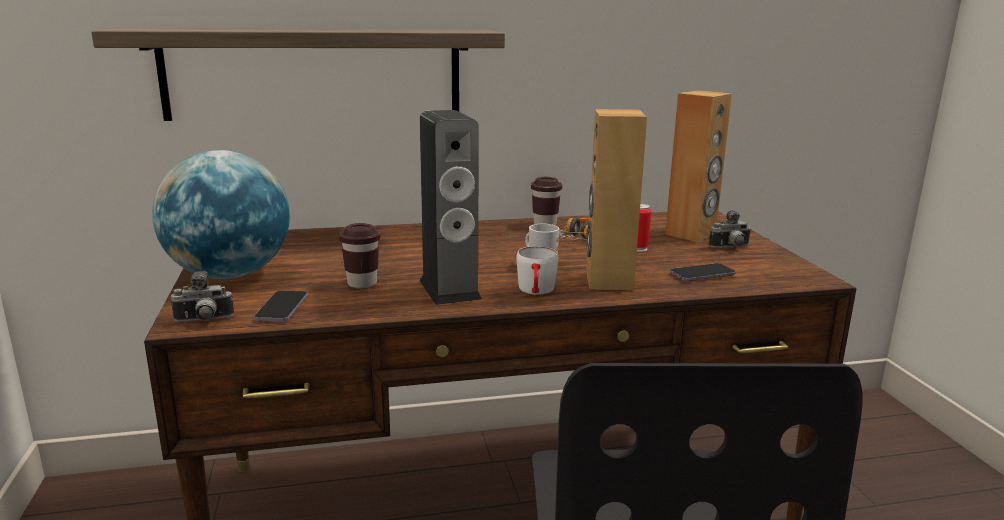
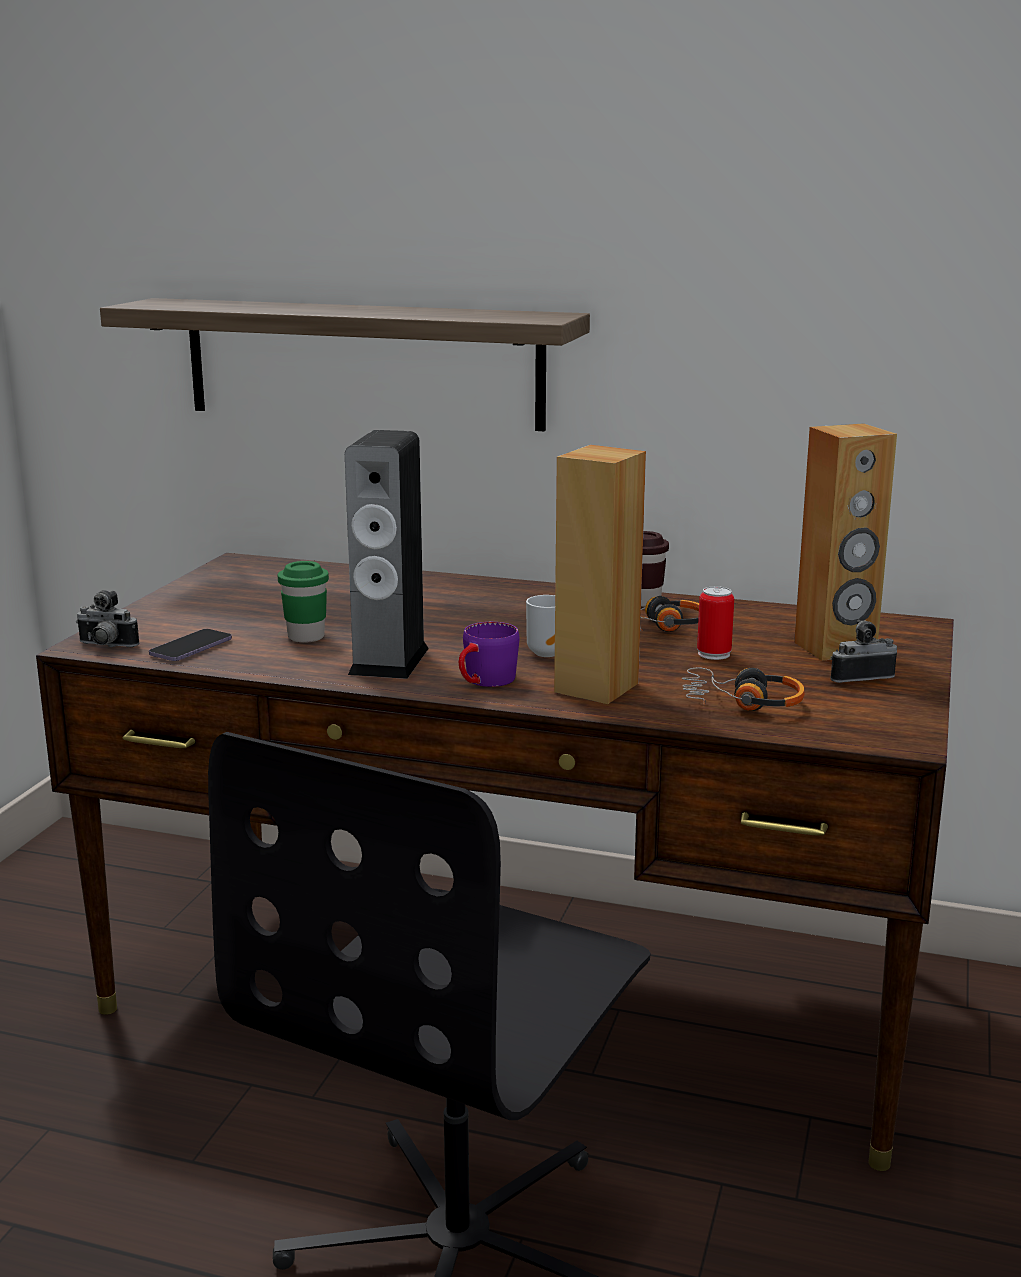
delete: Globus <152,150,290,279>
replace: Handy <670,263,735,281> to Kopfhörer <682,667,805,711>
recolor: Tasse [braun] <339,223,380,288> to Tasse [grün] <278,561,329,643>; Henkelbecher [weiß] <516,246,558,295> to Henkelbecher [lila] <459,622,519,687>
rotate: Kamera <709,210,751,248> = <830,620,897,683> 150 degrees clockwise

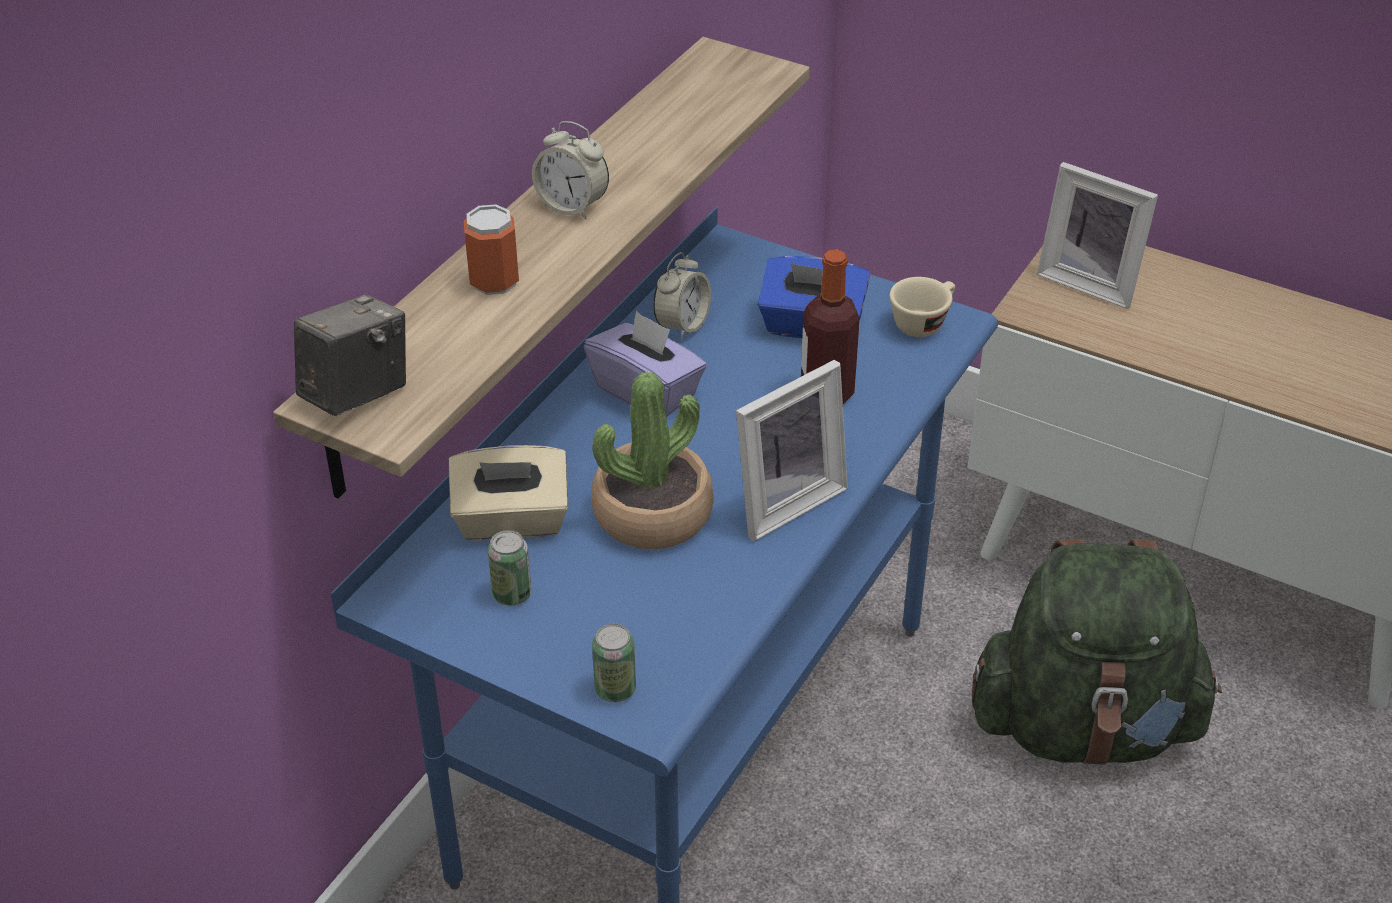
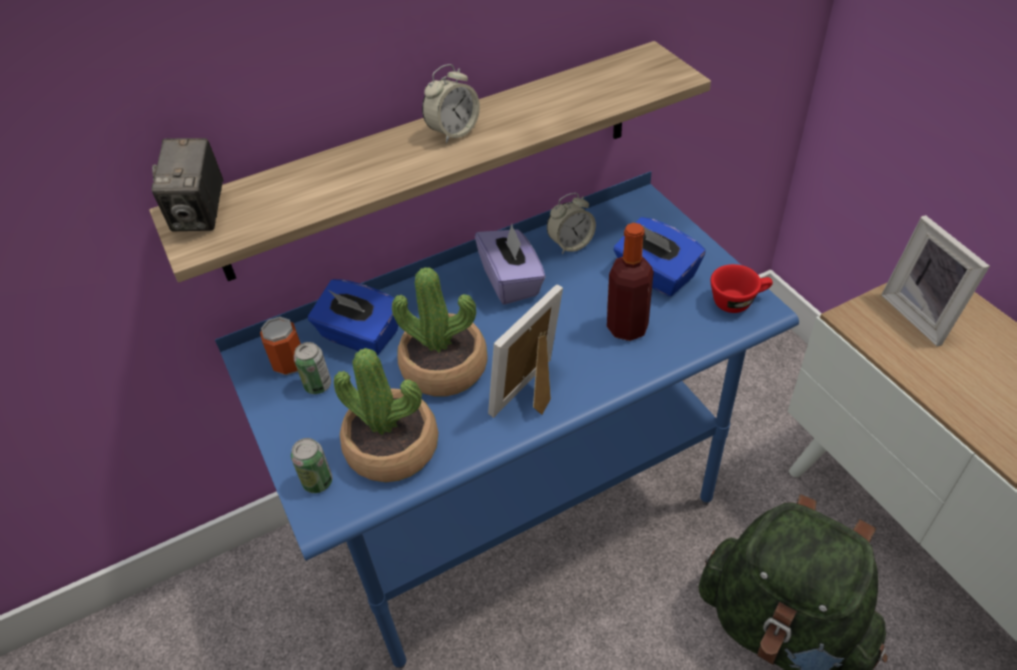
insert: Topfpflanze <334,348,438,482>
move: Dose <464,204,519,295> to <260,317,301,375>
recolor: Taschentuchbox [beige] <449,445,568,541> to Taschentuchbox [blau] <308,279,398,356>; Tasse [beige] <890,277,955,337> to Tasse [rot] <711,264,773,313>
rotate: Kamera <294,294,406,416> = <152,138,224,231> 105 degrees clockwise; Wecker <532,121,609,219> = <422,64,480,144> 105 degrees counterclockwise; Bilderrahmen <736,360,848,541> = <488,285,563,418> 135 degrees clockwise

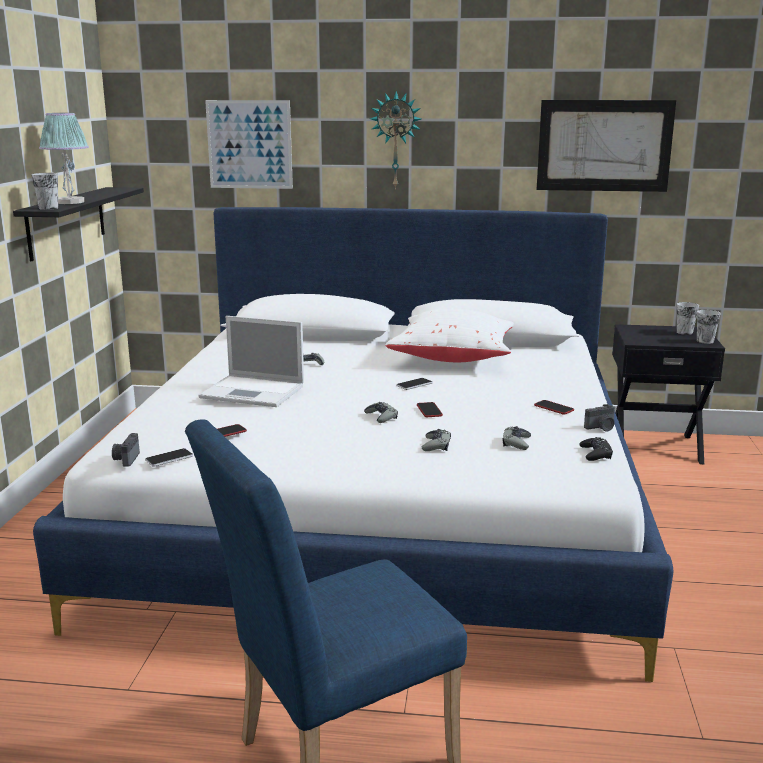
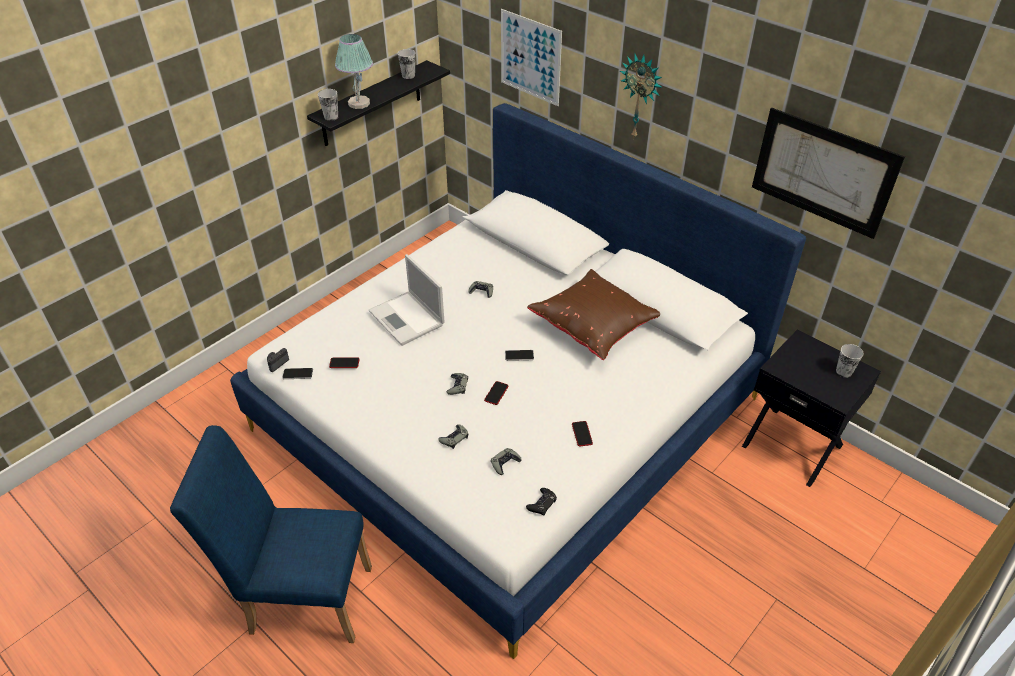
delete: Kamera <584,404,615,431>
move: Tasse <697,310,721,344> to <398,49,416,79>
recolor: Kissen [weiß] <385,309,514,362> to Kissen [braun] <527,269,660,360>

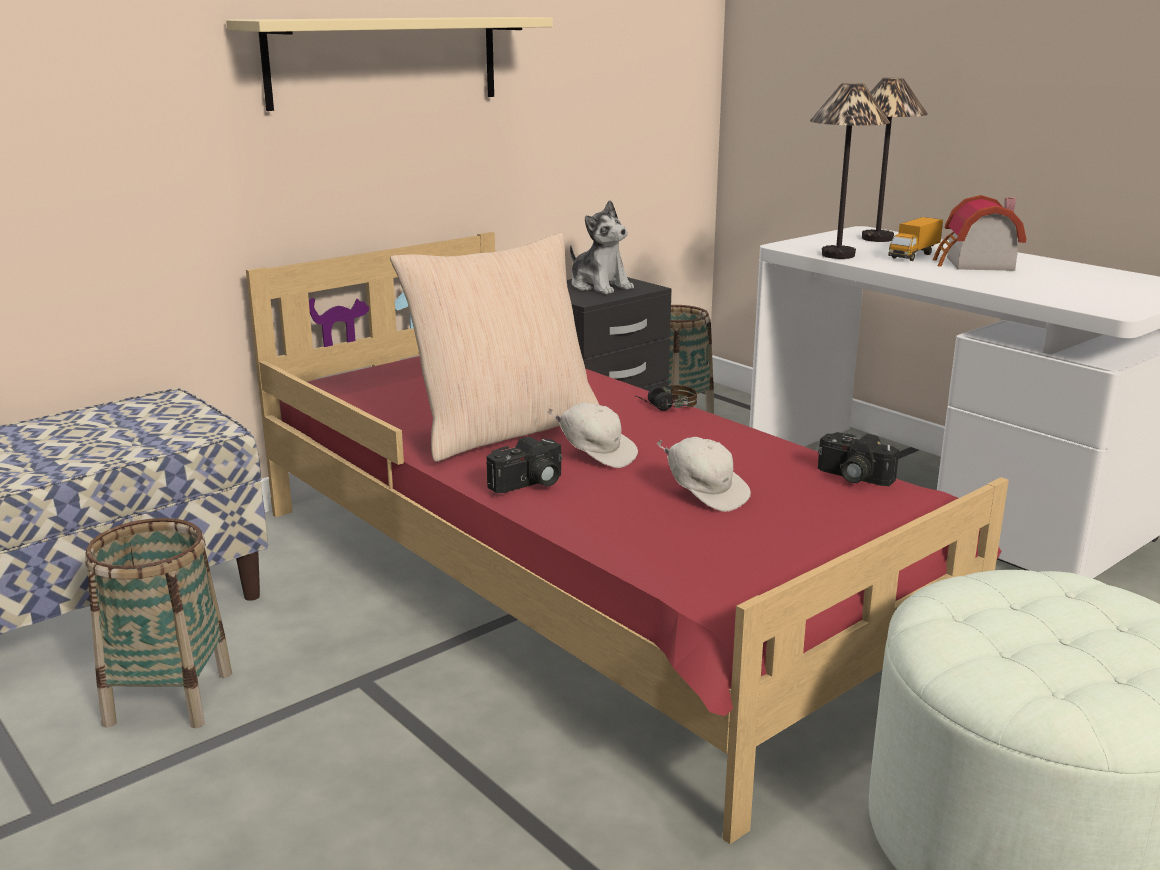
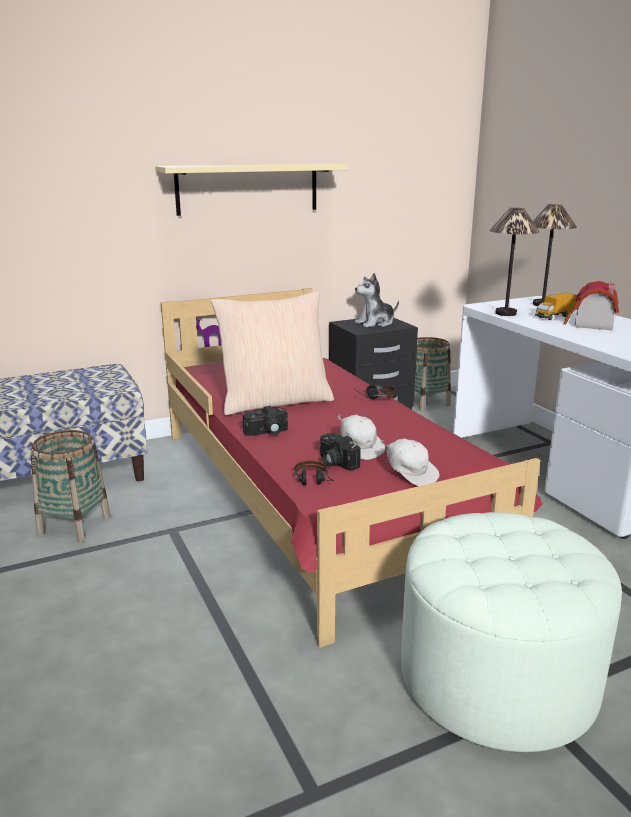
insert: Kopfhörer <294,461,334,485>
move: Kappe [weiß] <547,403,638,468> to <380,439,440,486>; Kamera <818,432,899,486> to <319,433,361,471>
rotate: Plüschtier <570,200,634,294> = <355,273,399,327> 90 degrees clockwise

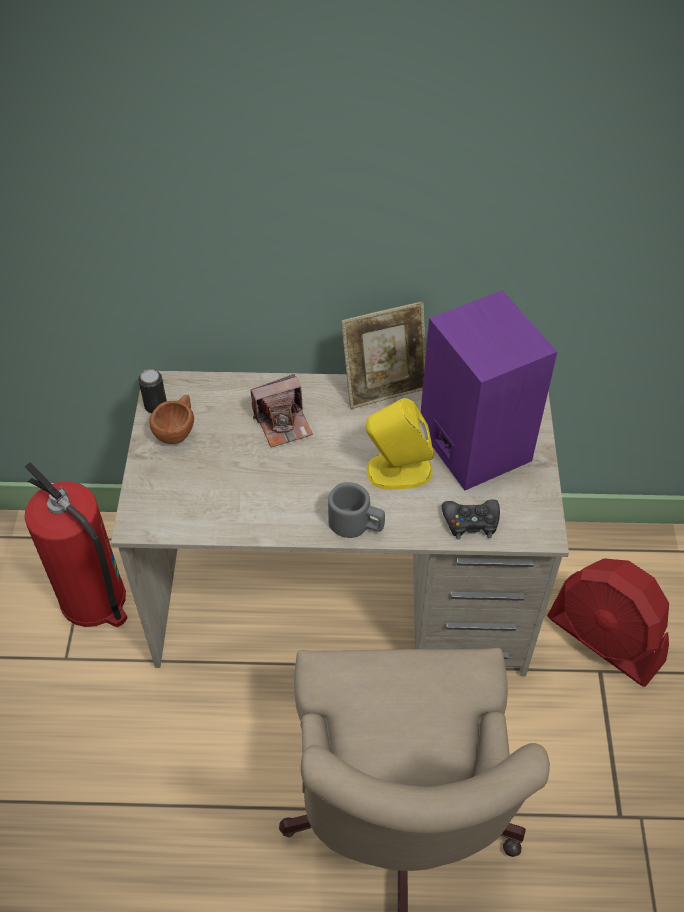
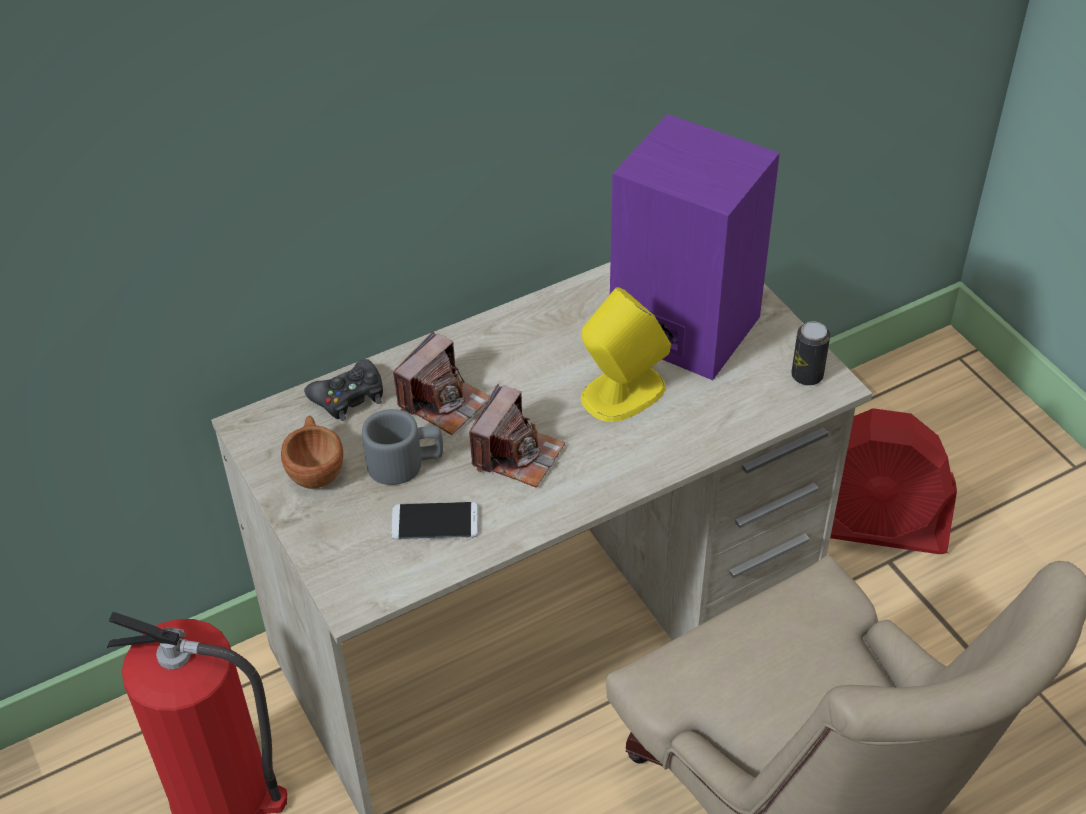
delete: Bilderrahmen <341,302,426,409>
insert: Handy <391,502,479,540>; Kamera <469,384,565,487>
move: Dose <138,369,167,413> to <791,321,830,385>; Henkelbecher [grau] <328,482,385,538> to <362,409,443,485>; Gamepad [schwarz] <442,499,500,539> to <304,359,383,421>

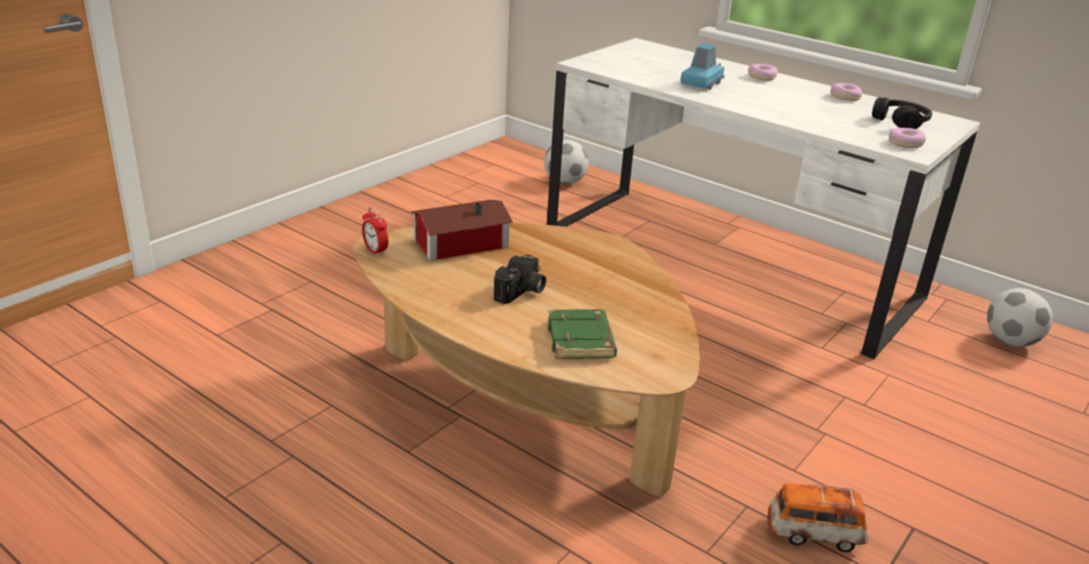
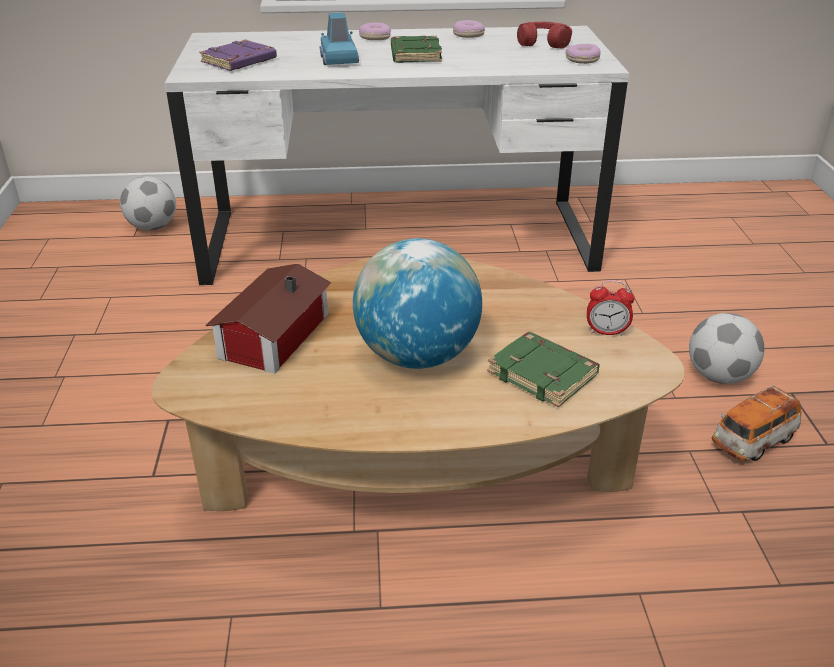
insert: Buch [lila] <200,40,277,71>; Buch [grün] <391,36,442,63>
move: Wecker <362,207,388,257> to <587,280,635,336>; Fußball <987,288,1053,347> to <689,313,764,384>
replace: Kamera <494,255,546,304> to Globus <353,238,482,369>
recolor: Kopfhörer [schwarz] <872,97,932,129> to Kopfhörer [rot] <517,22,572,48>

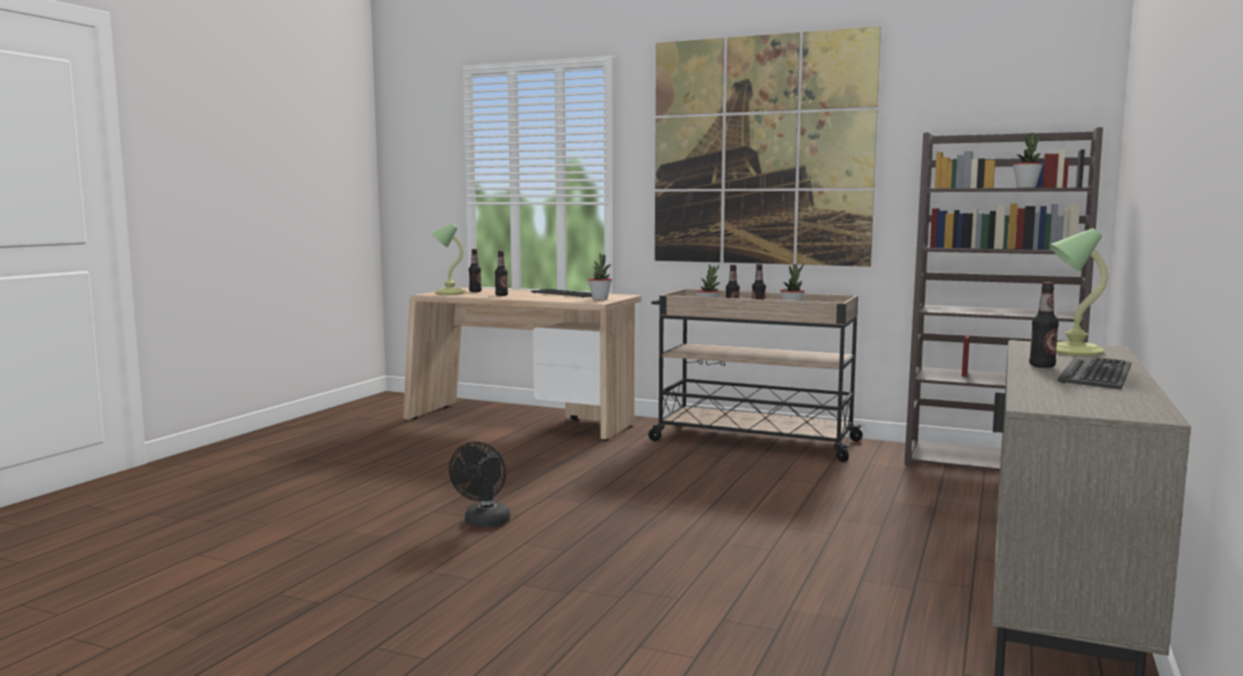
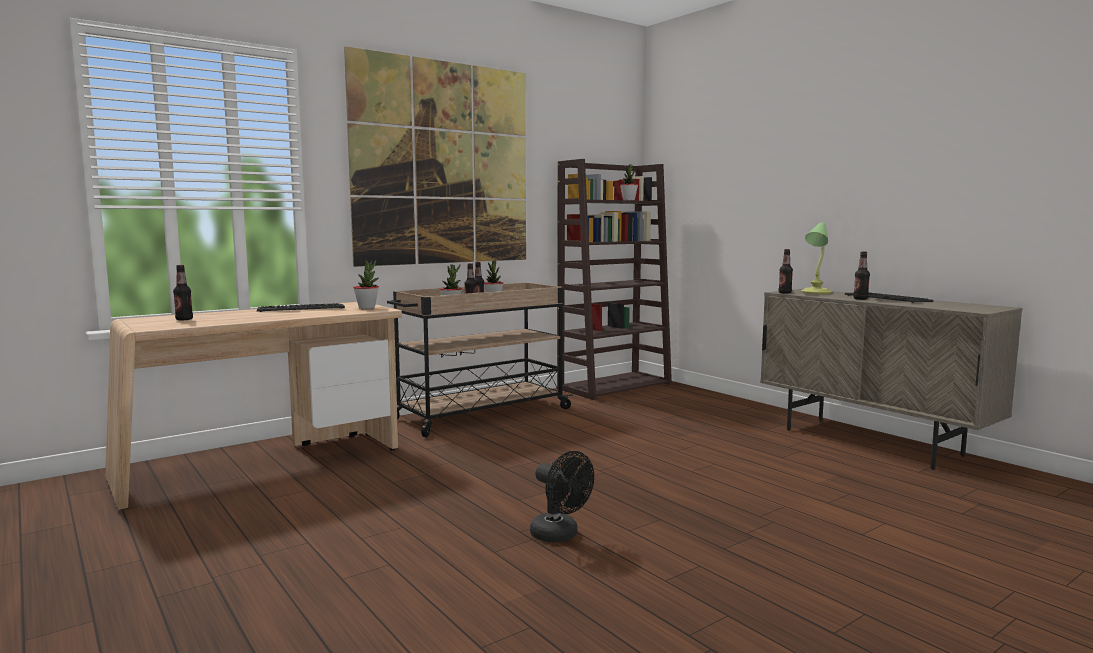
delete: Tischlampe <431,223,465,295>
move: Flasche <495,251,508,296> to <779,249,793,294>

